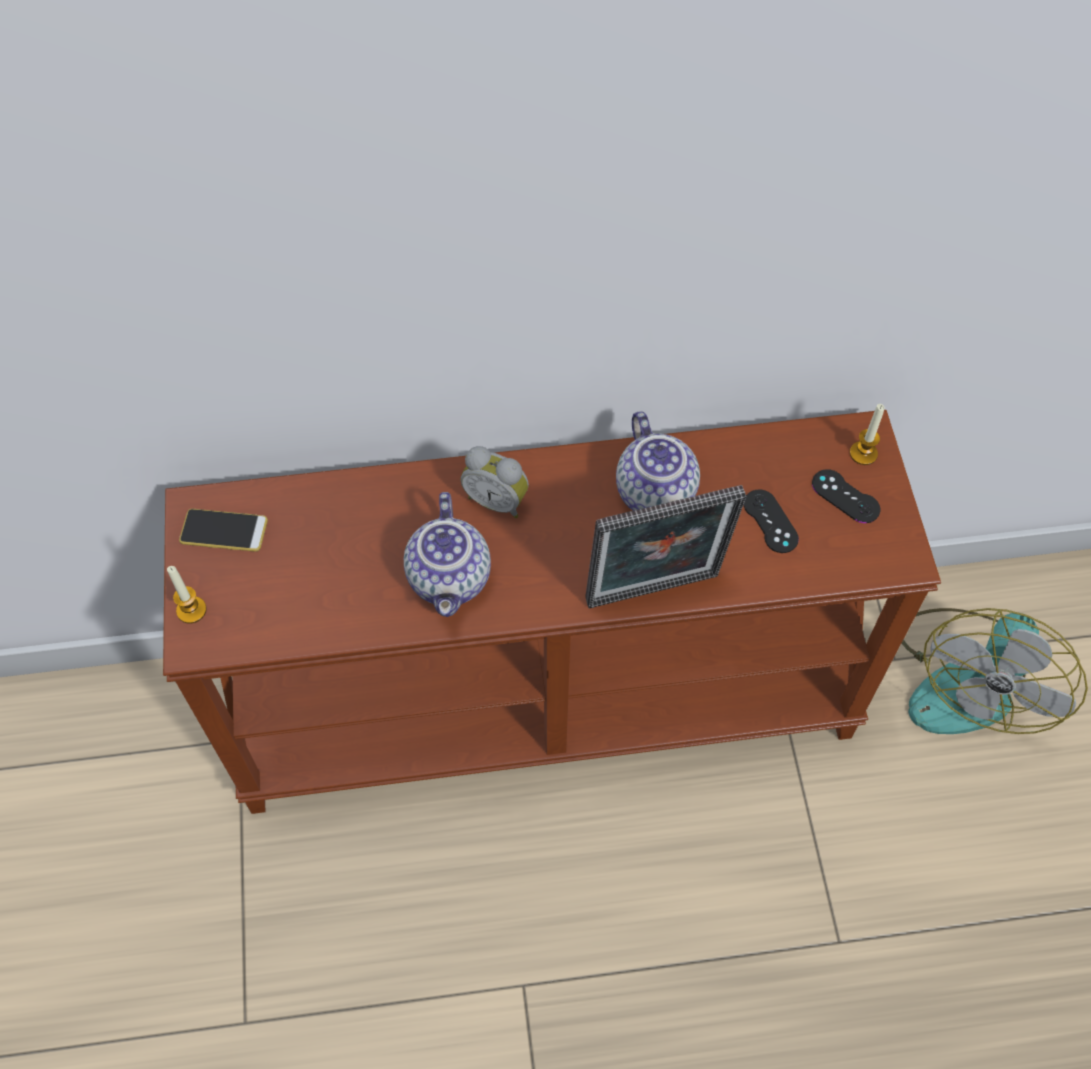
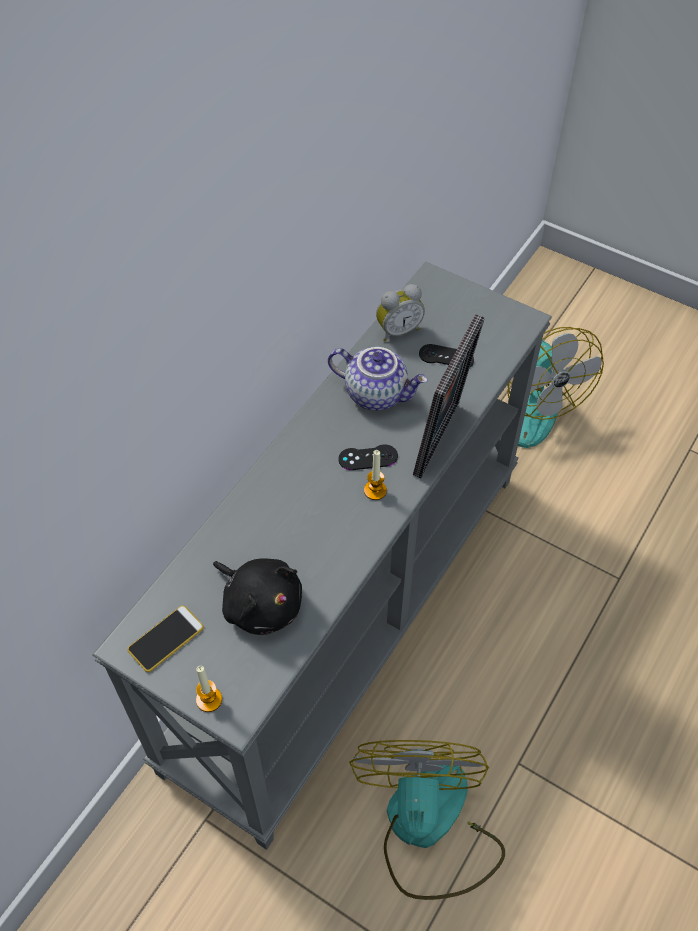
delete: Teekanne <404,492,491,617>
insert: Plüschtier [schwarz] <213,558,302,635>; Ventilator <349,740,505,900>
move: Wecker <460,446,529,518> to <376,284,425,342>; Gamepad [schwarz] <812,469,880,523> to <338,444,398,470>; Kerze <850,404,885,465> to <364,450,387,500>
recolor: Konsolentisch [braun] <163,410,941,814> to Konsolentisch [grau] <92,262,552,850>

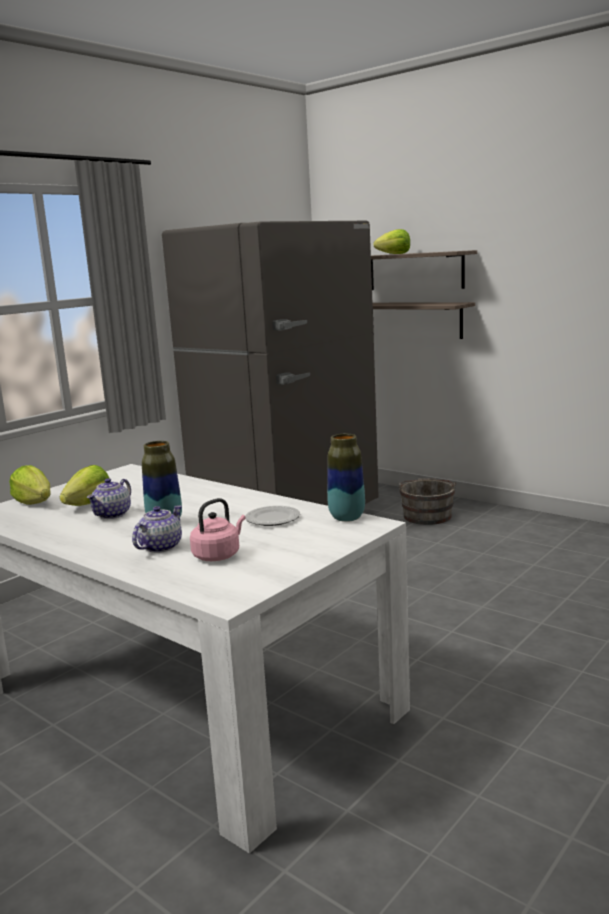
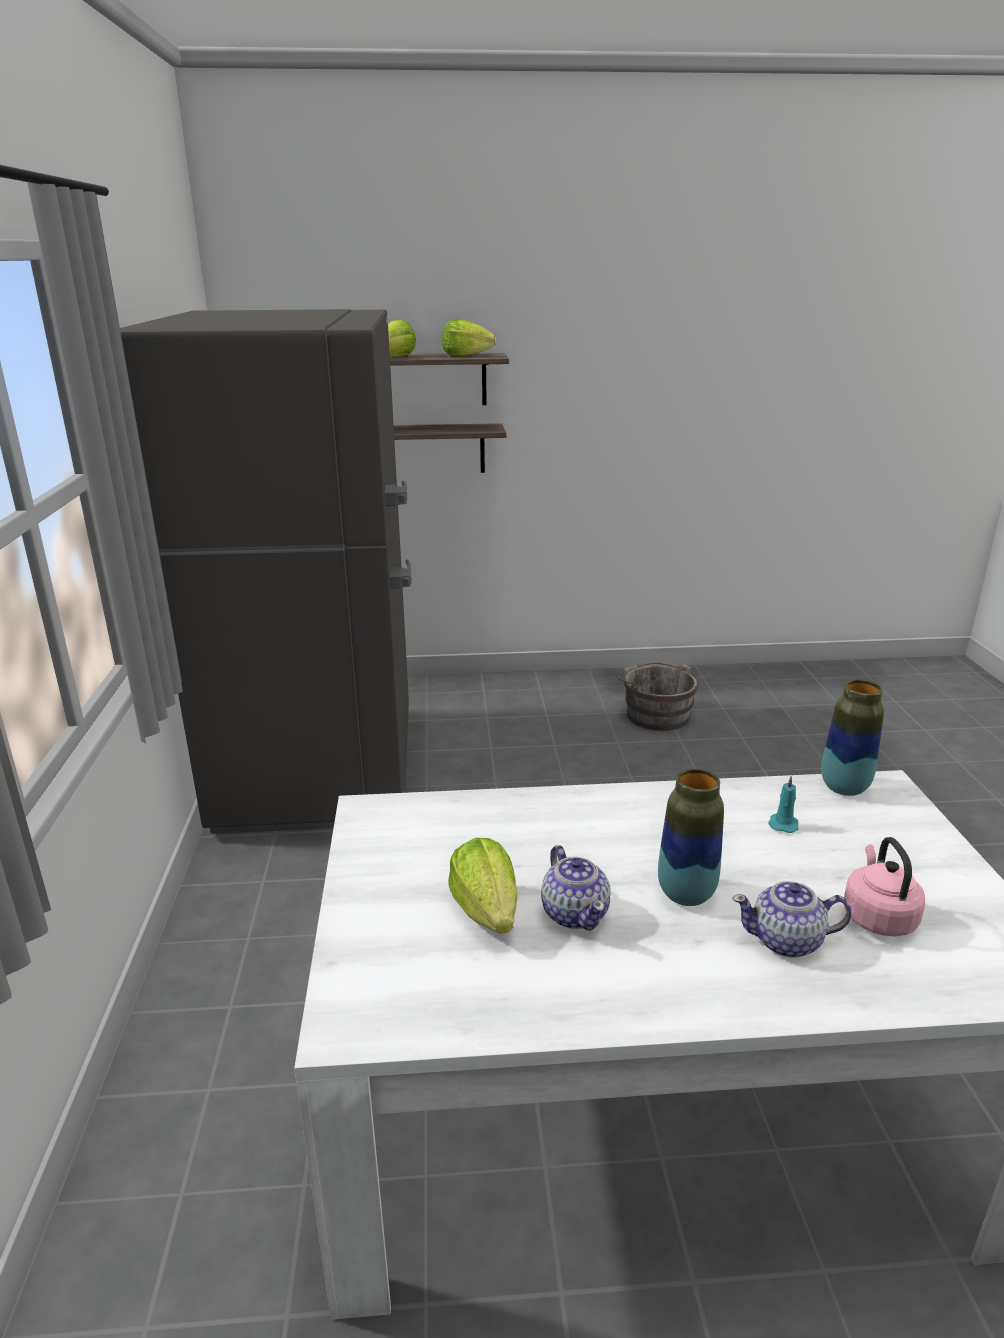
move: Salatkopf <9,465,51,505> to <442,320,496,357>; Eimer [grau] <399,478,456,525> to <616,662,698,731>
replace: Teller <245,506,300,526> to Kerze [türkis] <768,776,799,833>
rotate: Teekanne <132,505,182,553> = <732,881,852,958> 75 degrees counterclockwise

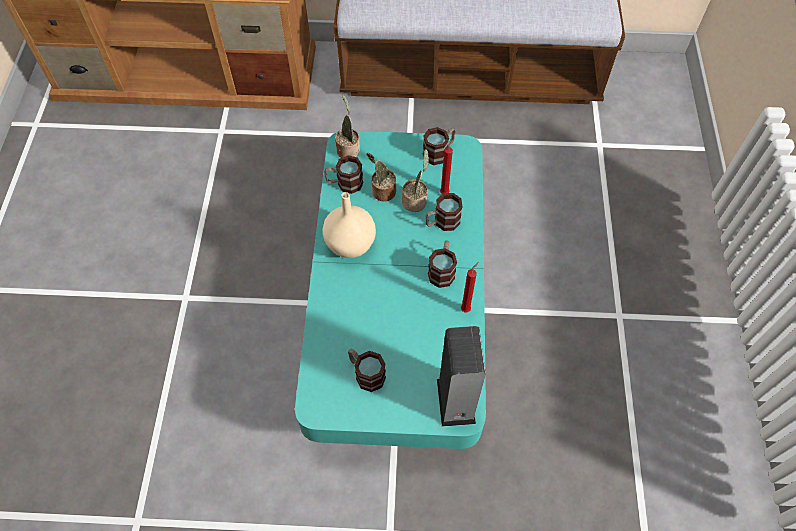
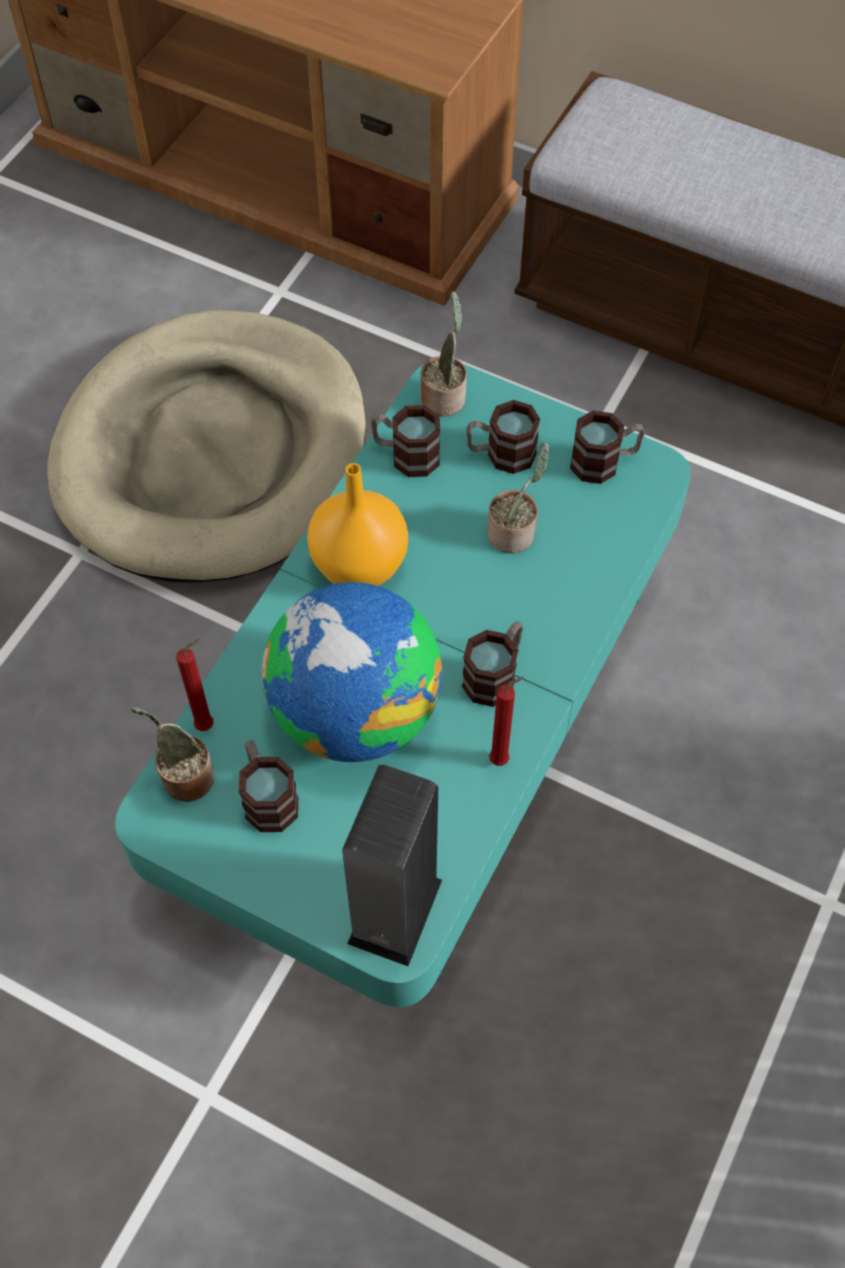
insert: Hundebett [beige] <47,310,366,583>; Globus <262,582,442,762>
move: Topfpflanze <366,153,396,201> to <131,707,215,802>; Henkelbecher <425,193,463,231> to <466,400,540,474>; Kerze [rot] <440,139,454,194> to <176,639,214,731>
recolor: Vase [beige] <323,192,376,258> to Vase [orange] <307,463,408,586>

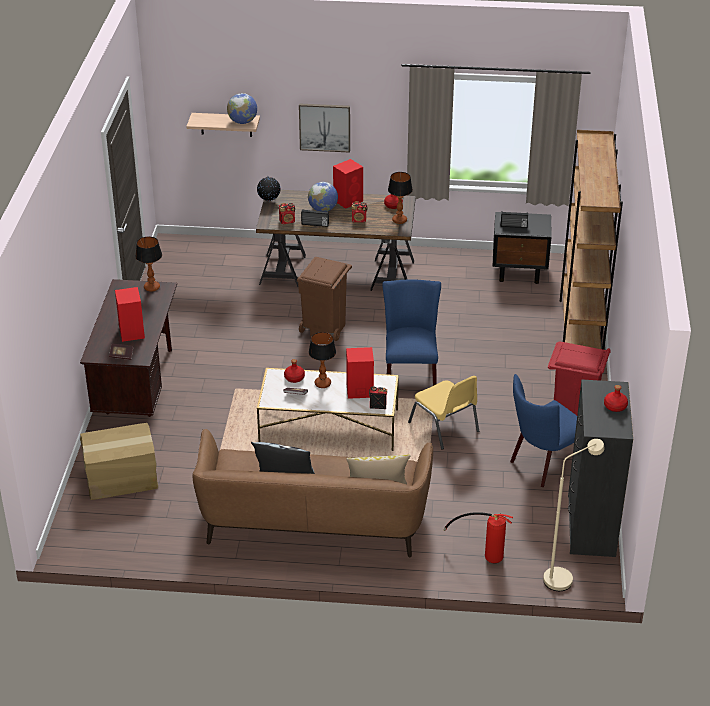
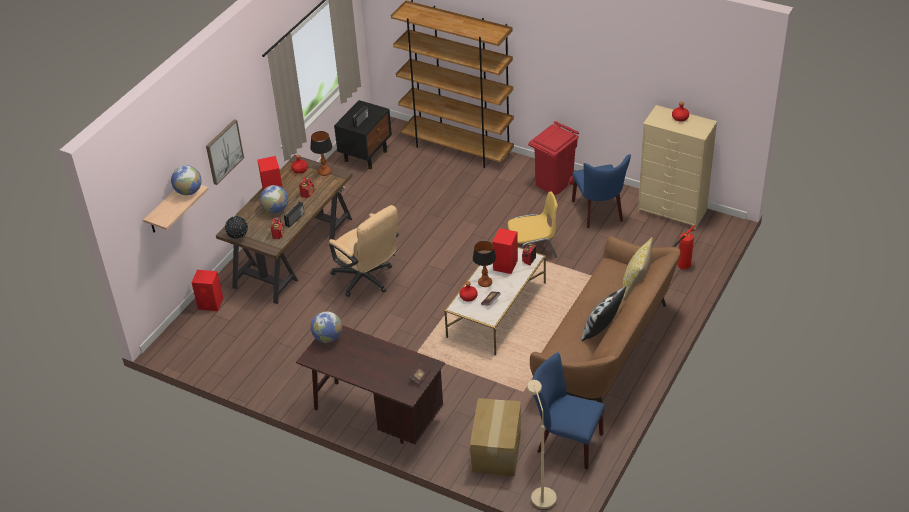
move: Lautsprecher [rot] <115,287,145,342> to <191,270,223,311>; Stuhl [blau] <382,279,441,386> to <532,352,605,470>; Stehlampe [beige] <543,439,605,591> to <527,380,557,510>
replace: Tischlampe <135,236,162,292> to Globus <311,311,342,343>; Mülleimer [braun] <297,257,352,341> to Bürostuhl [beige] <329,205,399,297>
recolor: Kommode [schwarz] <568,379,633,557> to Kommode [beige] <638,105,717,229>

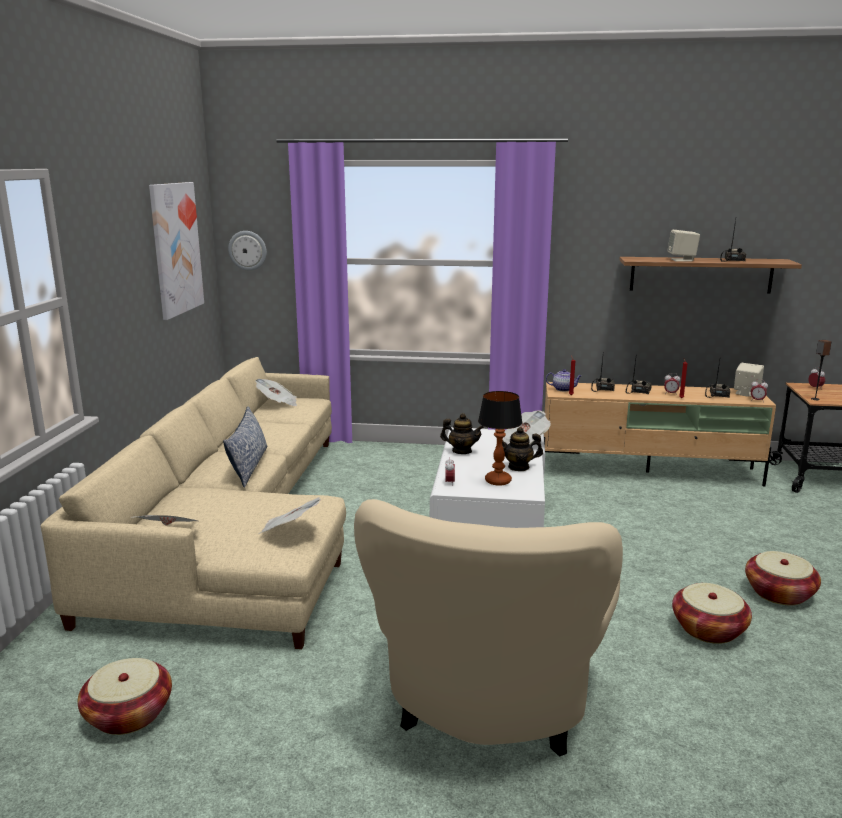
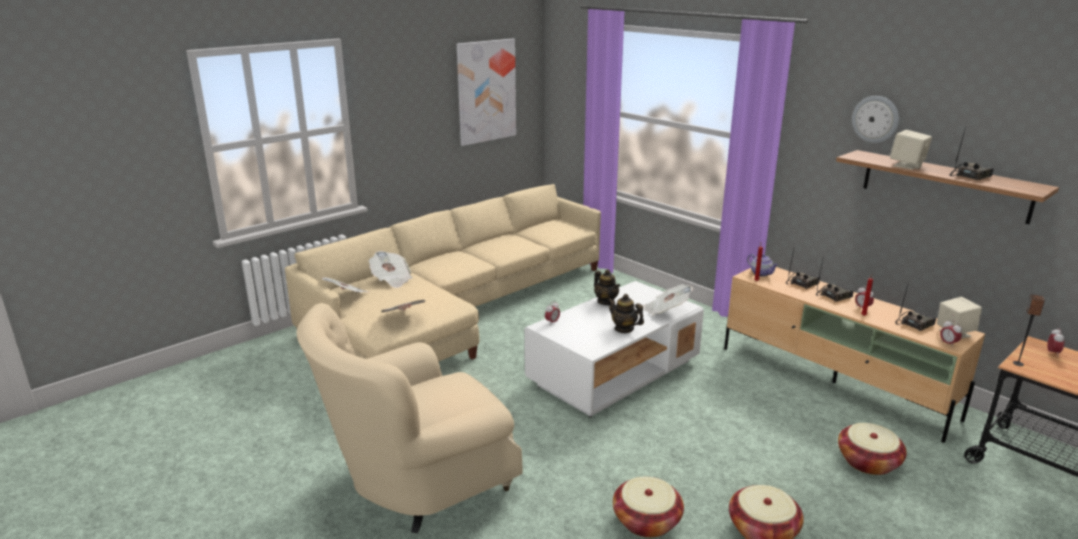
delete: Kissen <223,406,268,488>; Tischlampe <478,391,523,486>
move: Korb <77,658,172,735> to <838,423,907,475>; Wanduhr <228,231,267,271> to <852,96,899,143>; Zeitung <255,379,297,406> to <369,251,413,288>

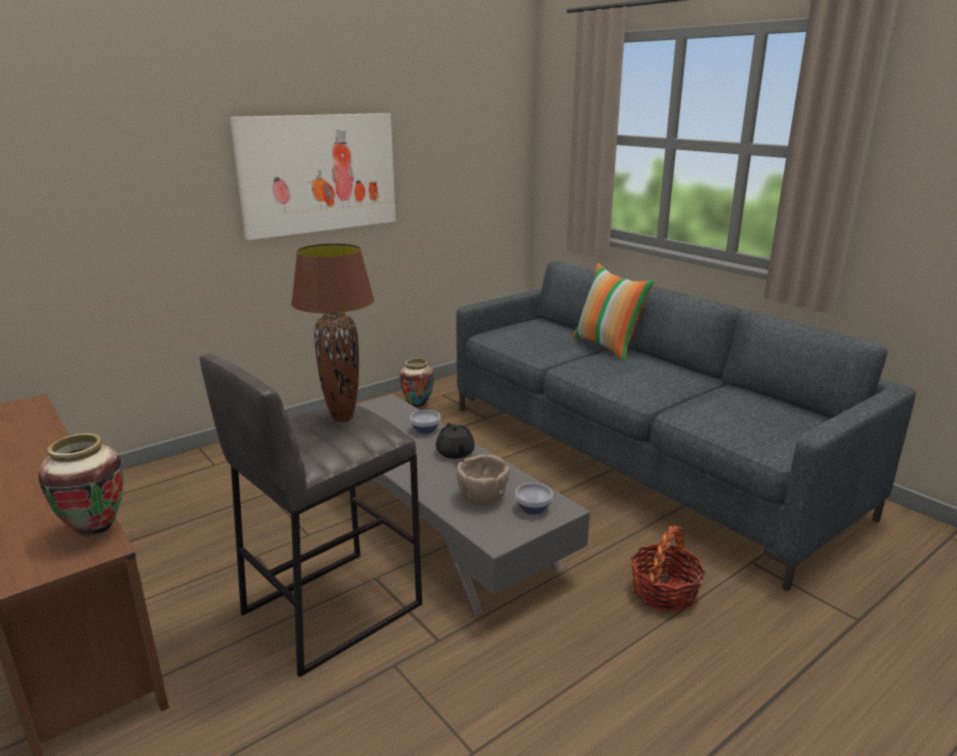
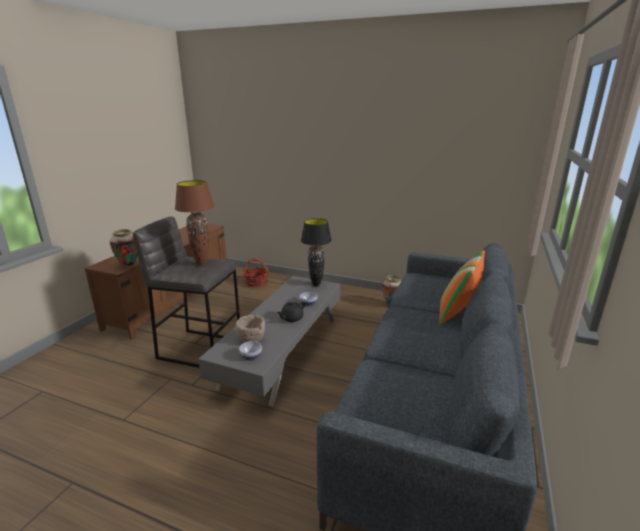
delete: Bild <230,113,396,240>
insert: Tischlampe [schwarz] <301,218,332,286>
move: Korb <631,525,706,612> to <243,258,269,288>

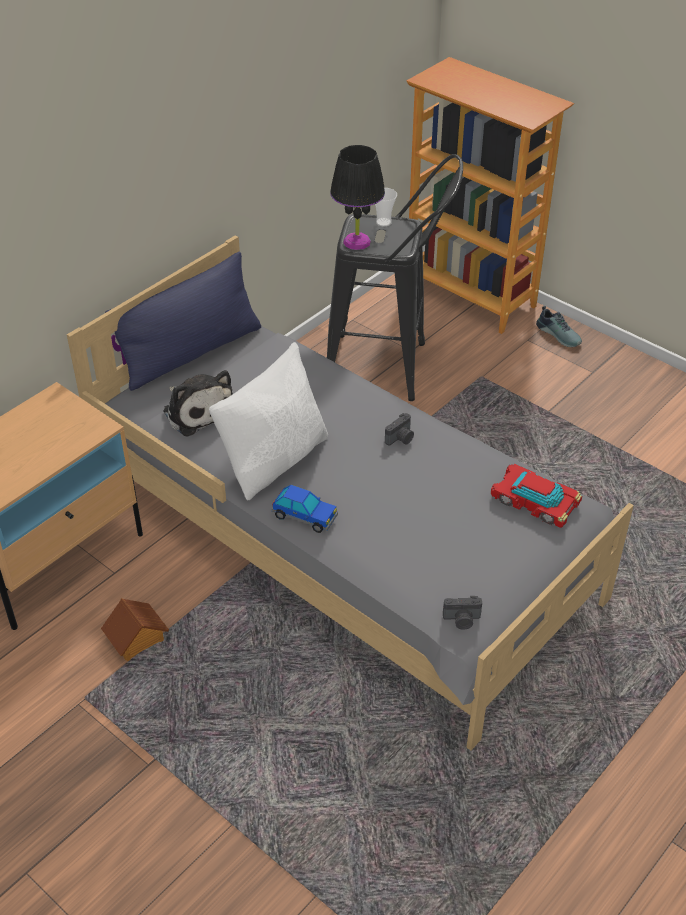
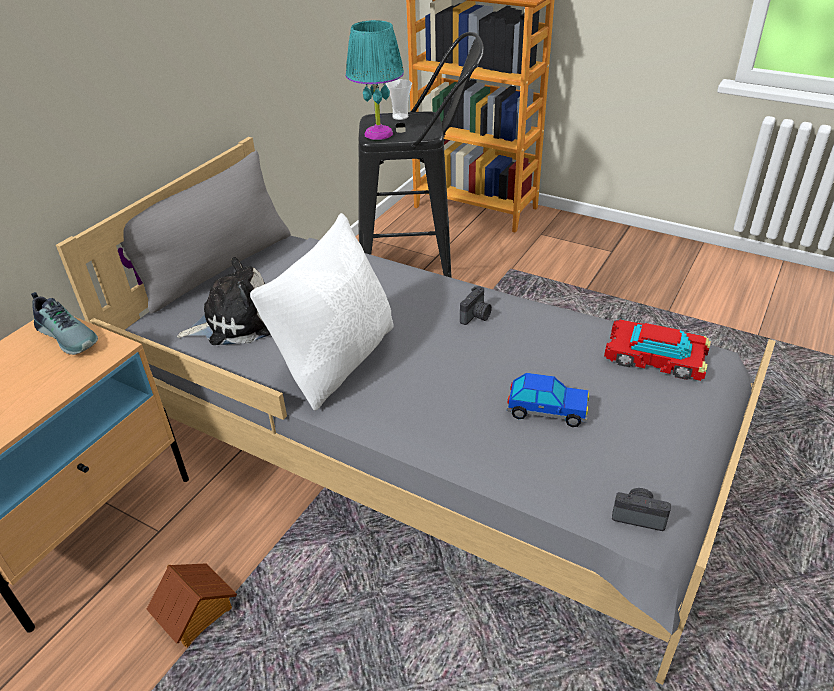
move: Spielzeugauto <272,485,338,533> to <507,373,589,427>; Schuh <536,306,582,347> to <31,292,98,355>
recolor: Kissen [blau] <105,252,261,391> to Kissen [grau] <120,151,291,314>; Tischlampe [schwarz] <330,145,385,250> to Tischlampe [türkis] <346,20,404,140>
rotate: Plüschtier <163,370,233,437> = <177,257,271,345> 60 degrees counterclockwise; Kamera <443,596,482,630> = <612,488,671,531> 150 degrees counterclockwise

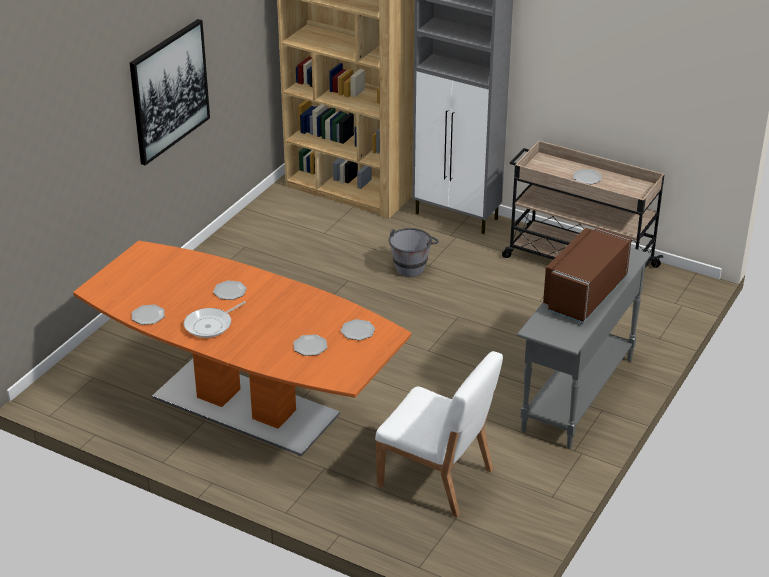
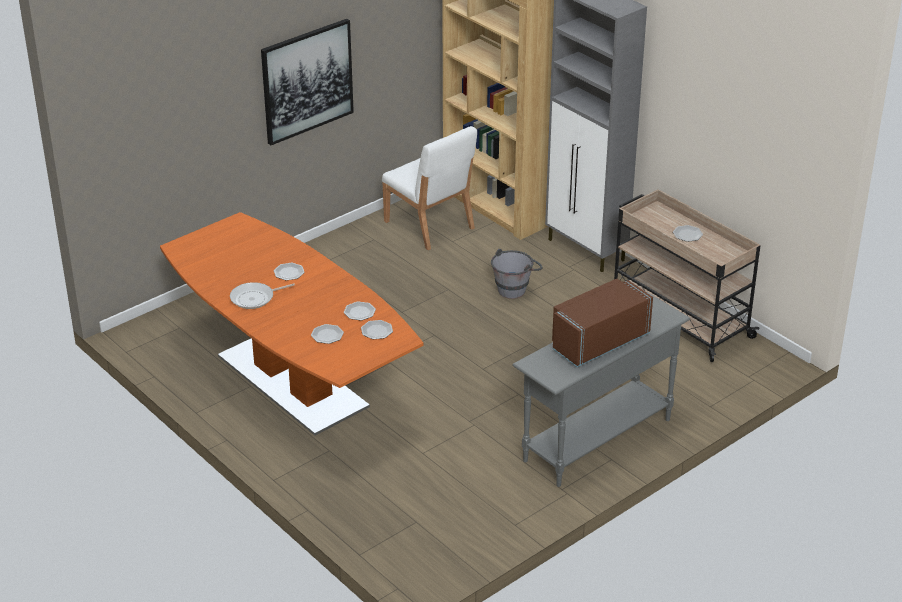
move: Teller <132,305,165,325> to <344,301,376,321>; Stuhl [weiß] <375,351,503,518> to <382,126,477,250>

